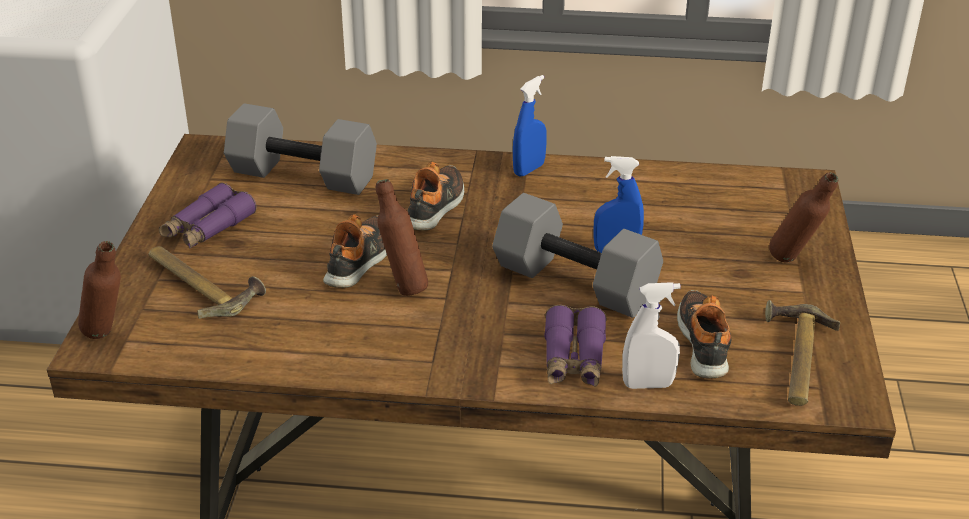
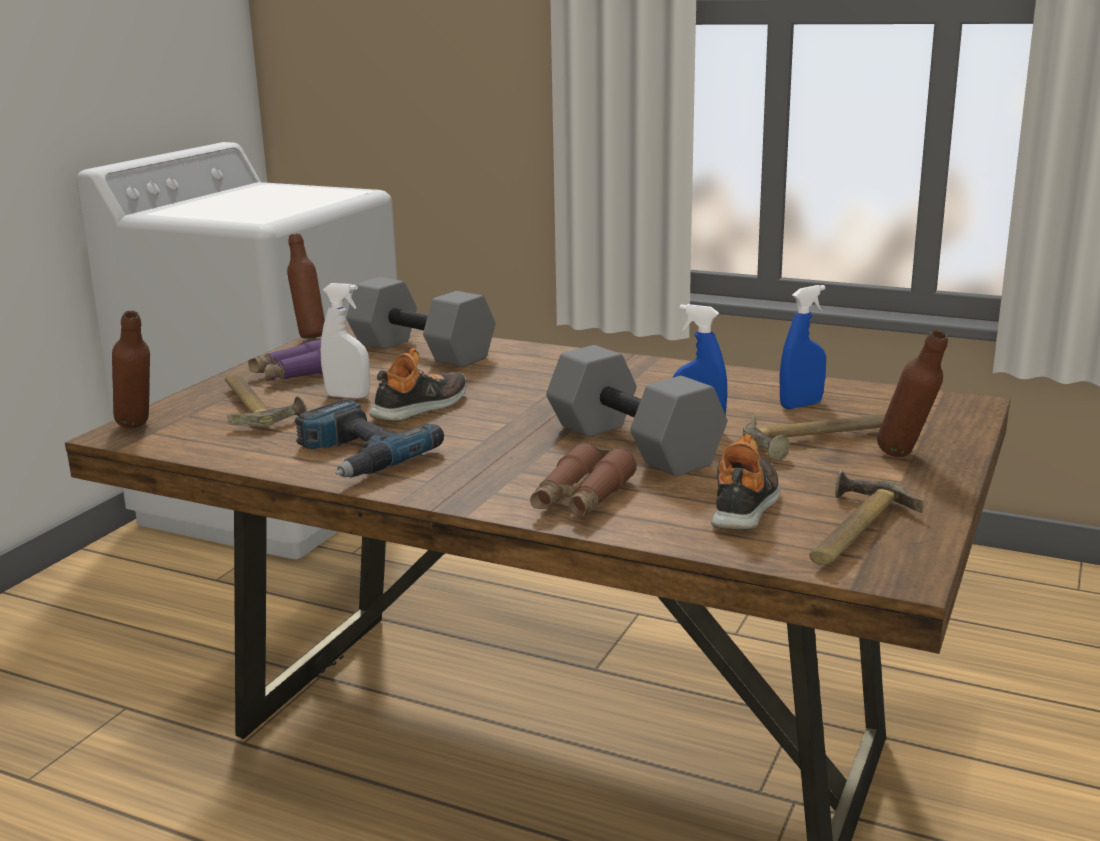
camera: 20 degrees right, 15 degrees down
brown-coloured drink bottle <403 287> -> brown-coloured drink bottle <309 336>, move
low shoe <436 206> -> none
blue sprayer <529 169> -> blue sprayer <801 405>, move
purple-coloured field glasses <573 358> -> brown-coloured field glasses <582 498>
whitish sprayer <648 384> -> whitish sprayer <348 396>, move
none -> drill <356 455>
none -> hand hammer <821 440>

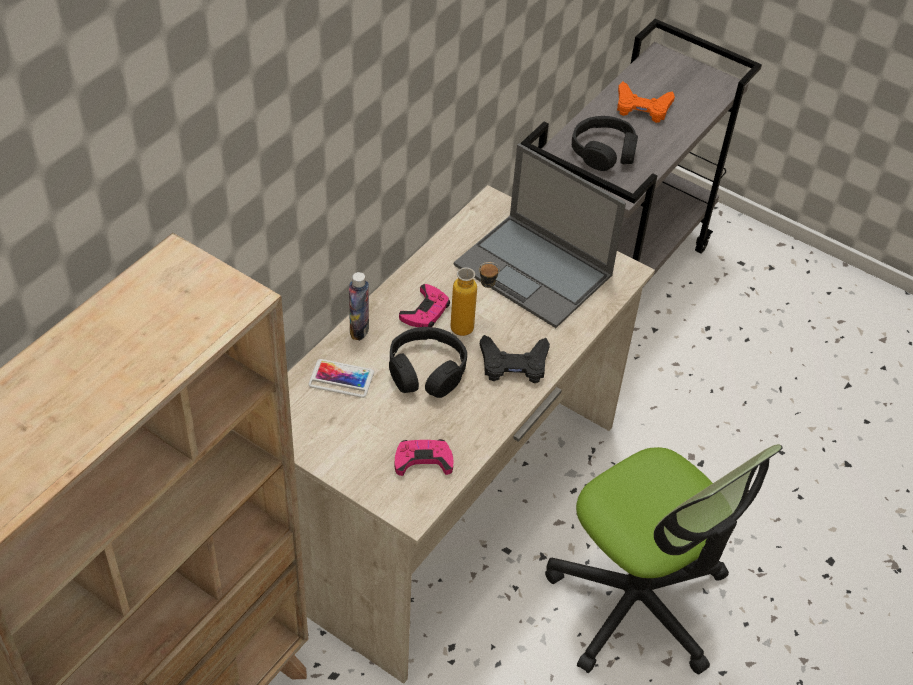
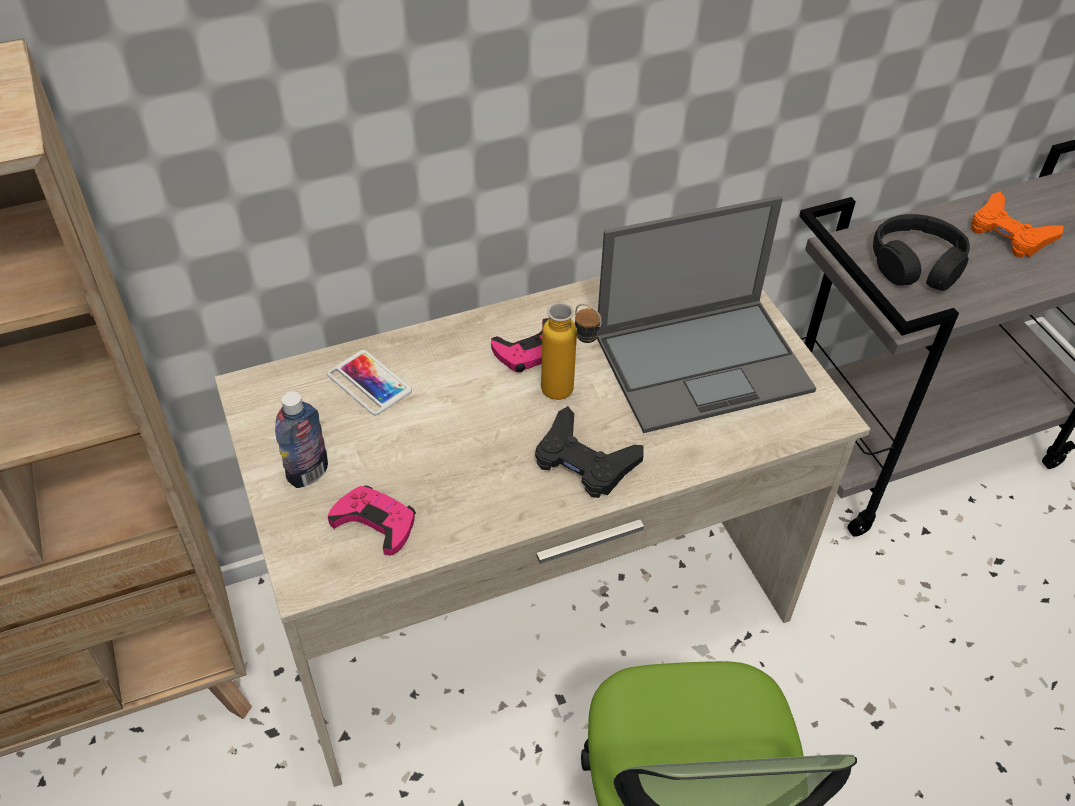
camera: 35 degrees right, 0 degrees up
drink bottle <359 330> -> drink bottle <308 473>, move
blackish pair of headphones <426 371> -> none
portable computer <535 271> -> portable computer <704 362>, 90 degrees counterclockwise

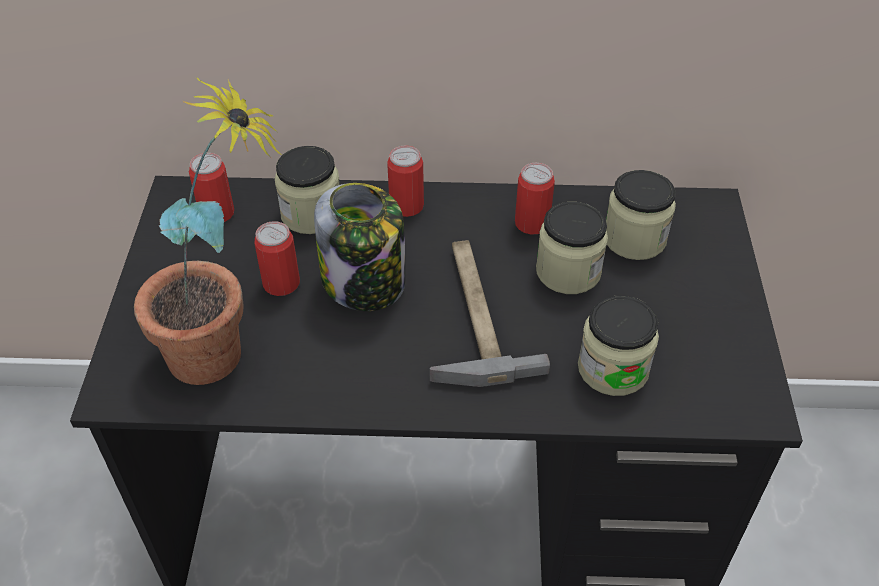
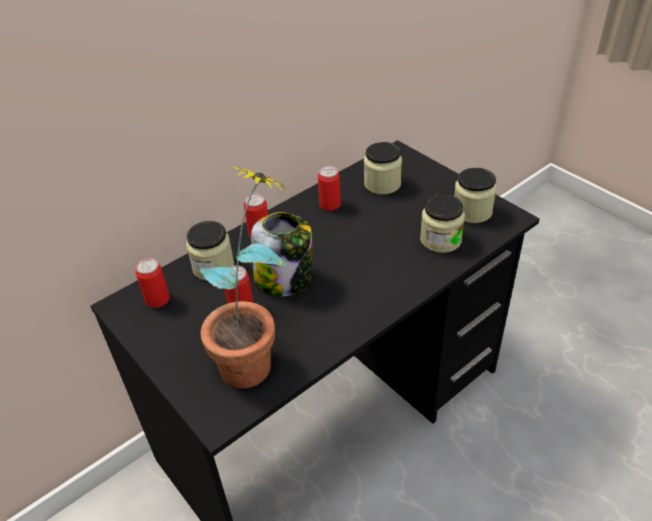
camera: 40 degrees left, 5 degrees down
hand hammer <473 314> -> none
jar <568 271> -> jar <472 211>, move

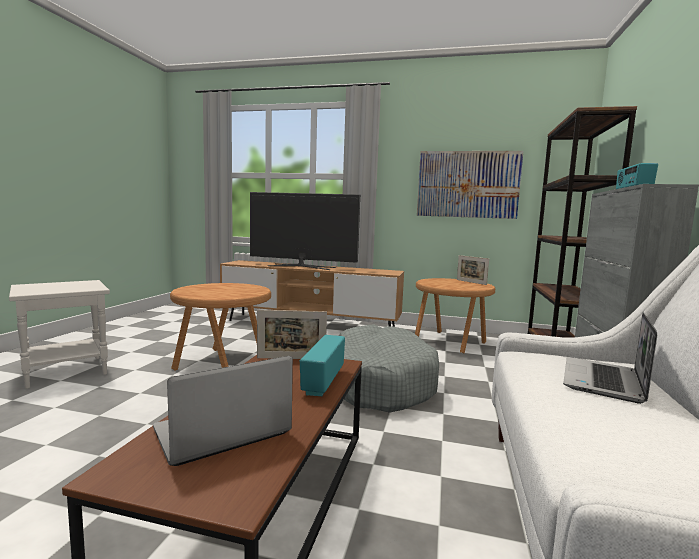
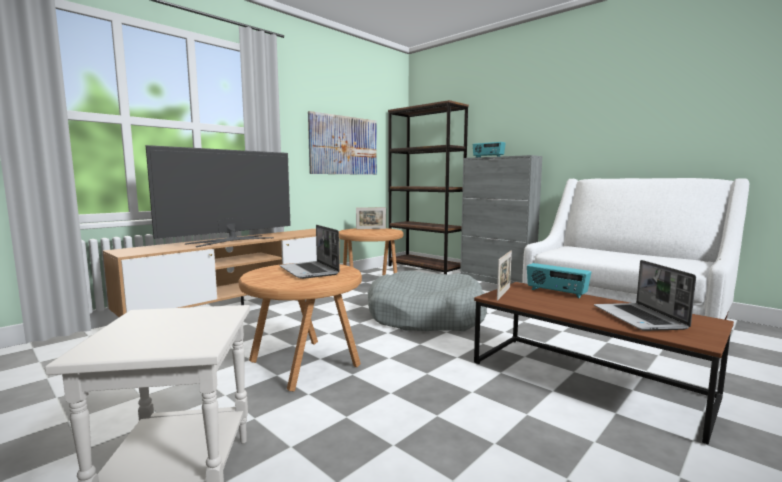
camera: 60 degrees left, 0 degrees up
portable computer <603 381> -> portable computer <310 271>, move

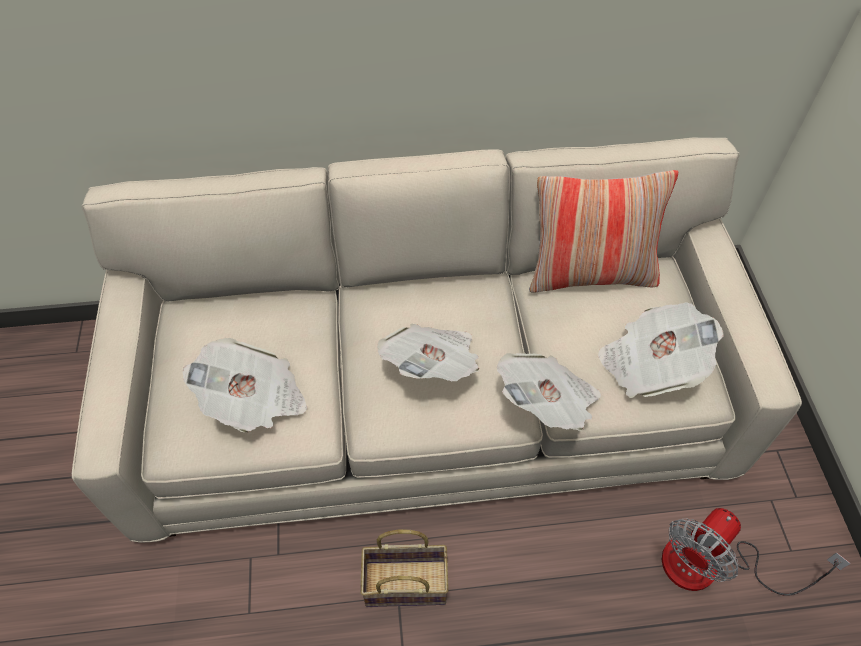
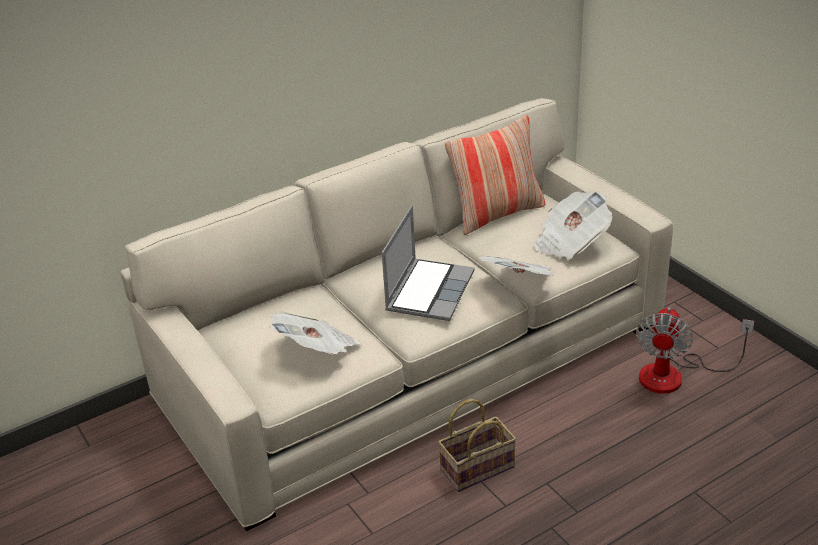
camera: 25 degrees left, 20 degrees down
newspaper <433 365> -> portable computer <429 291>

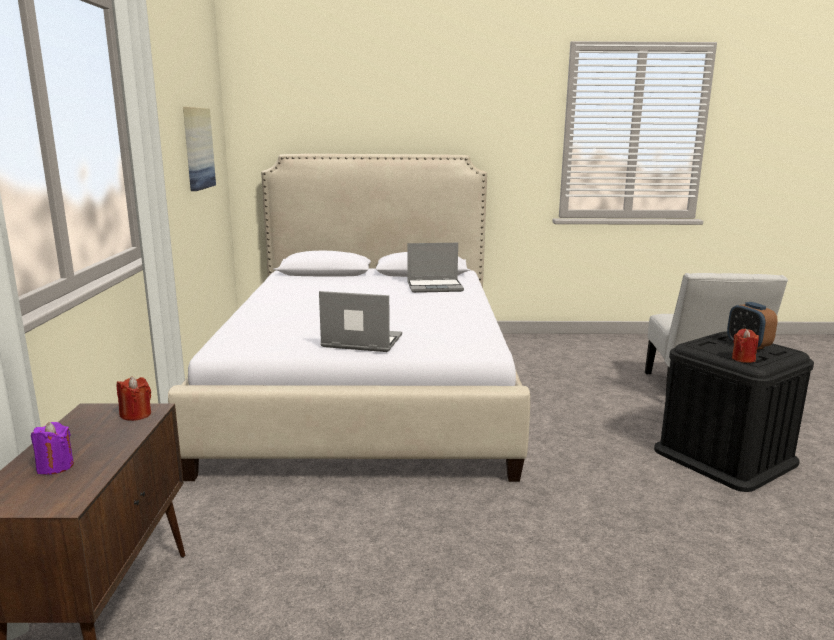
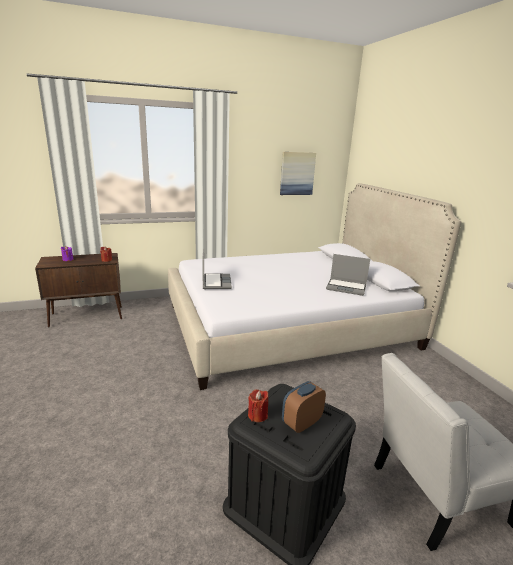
camera: 70 degrees right, 5 degrees up
portable computer <435 287> -> portable computer <346 287>, 45 degrees counterclockwise

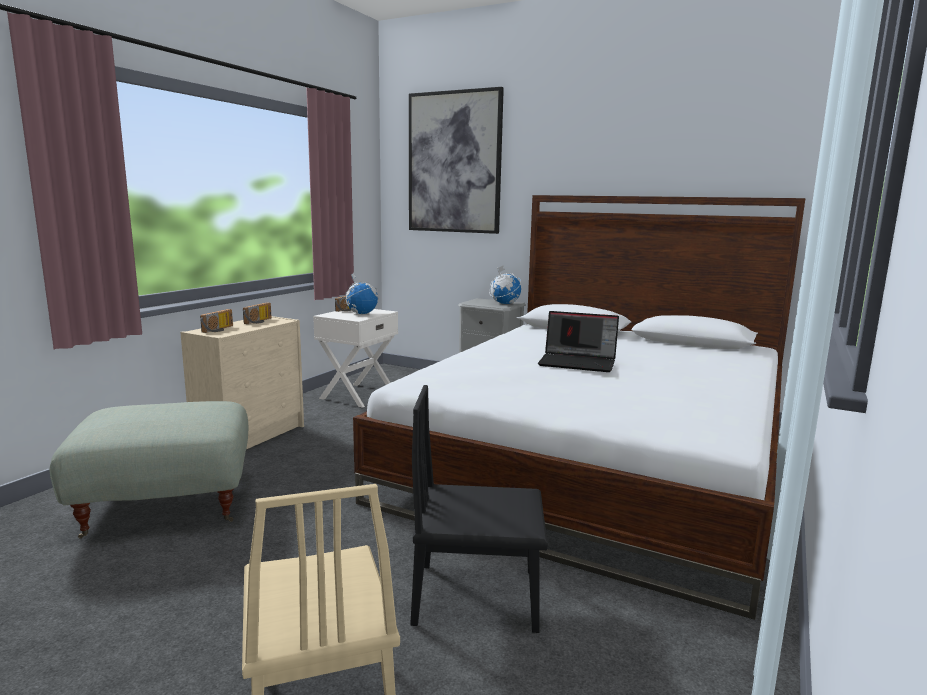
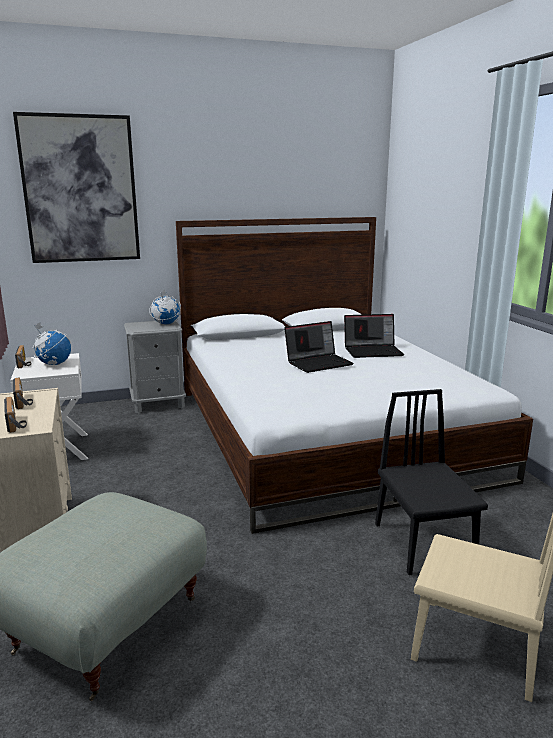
camera: 45 degrees left, 5 degrees up
blackish plain chair <477 596> -> blackish plain chair <423 543>, 120 degrees clockwise
none -> portable computer <373 351>

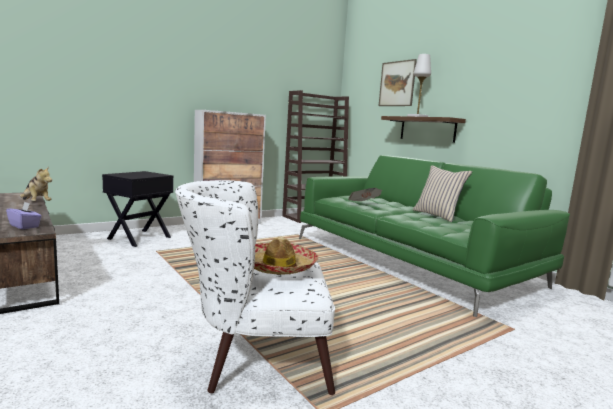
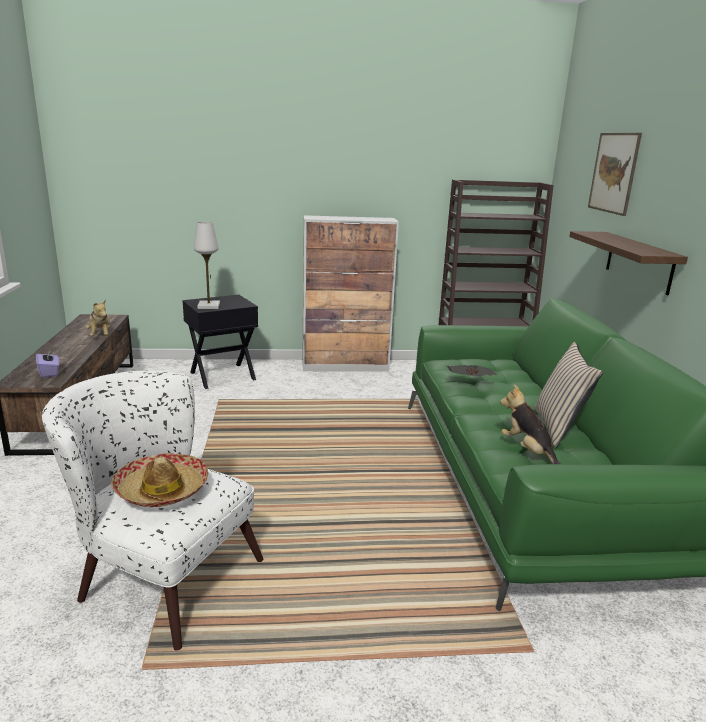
camera: 30 degrees right, 10 degrees up
whitish tabletop lamp <417 117> -> whitish tabletop lamp <209 306>, move
none -> soft toy <528 451>

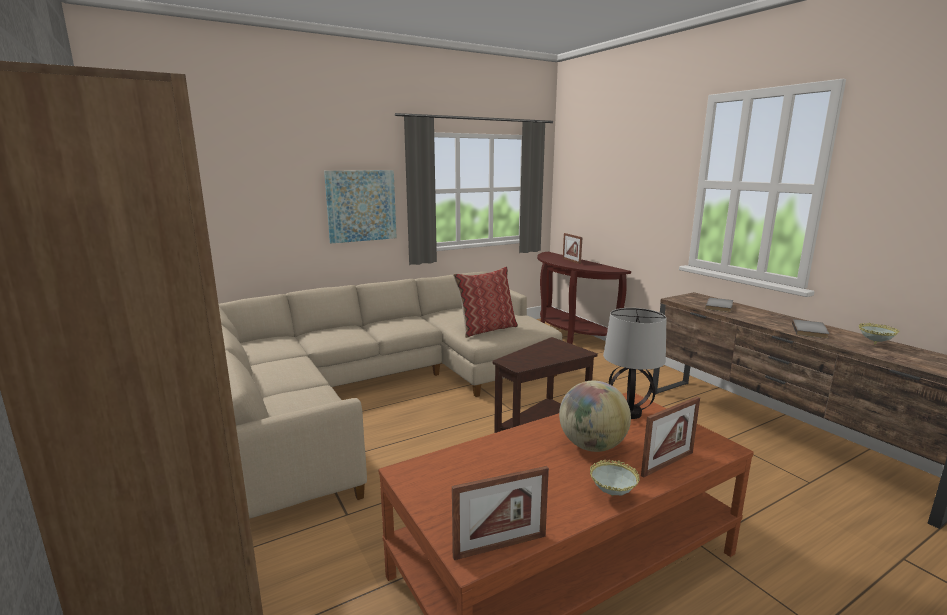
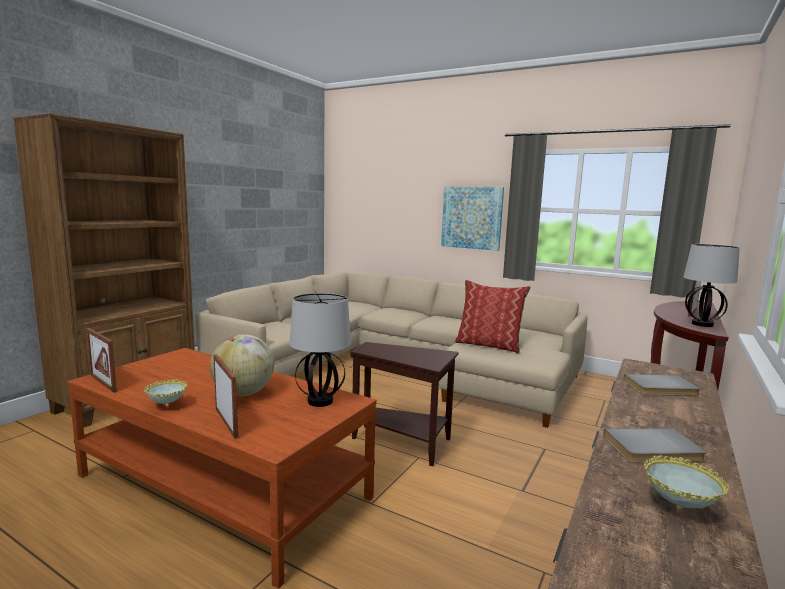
camera: 60 degrees right, 5 degrees down
photo frame <667 464> -> photo frame <226 422>, 150 degrees counterclockwise
none -> tabletop lamp <702 324>

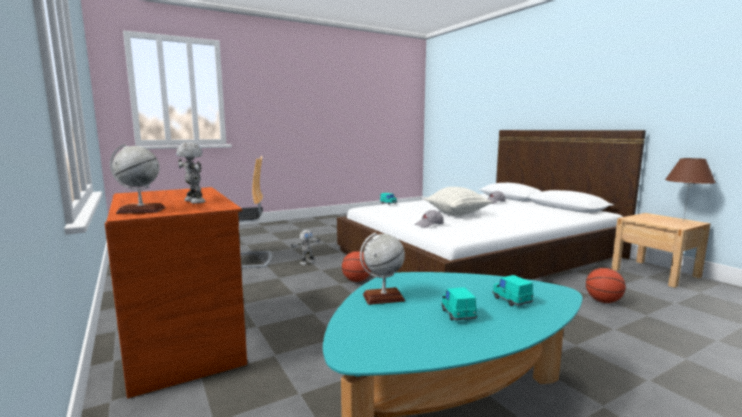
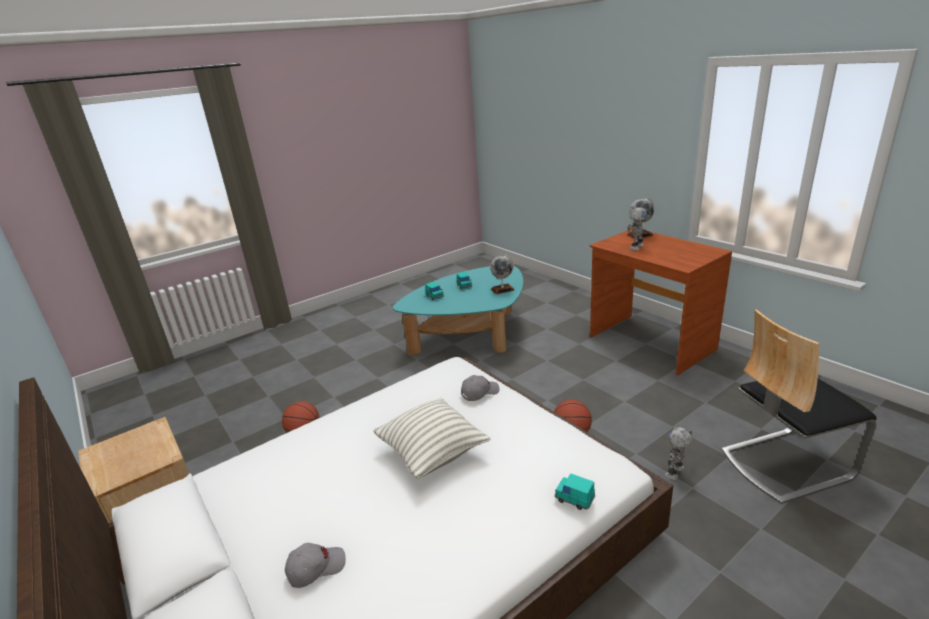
camera: 175 degrees right, 15 degrees up
robot figure <193 201> -> robot figure <636 247>, 90 degrees counterclockwise
brown-coloured tabletop lamp <683 221> -> none

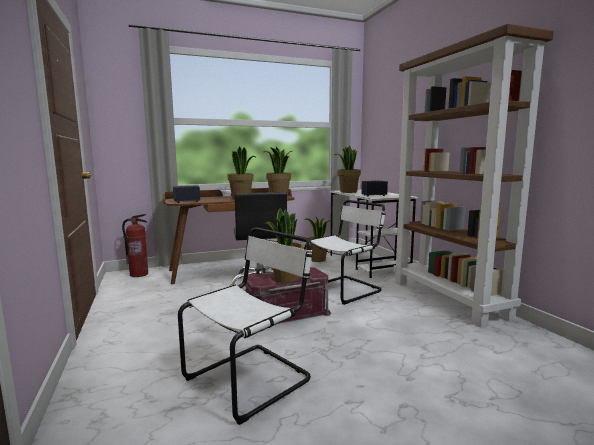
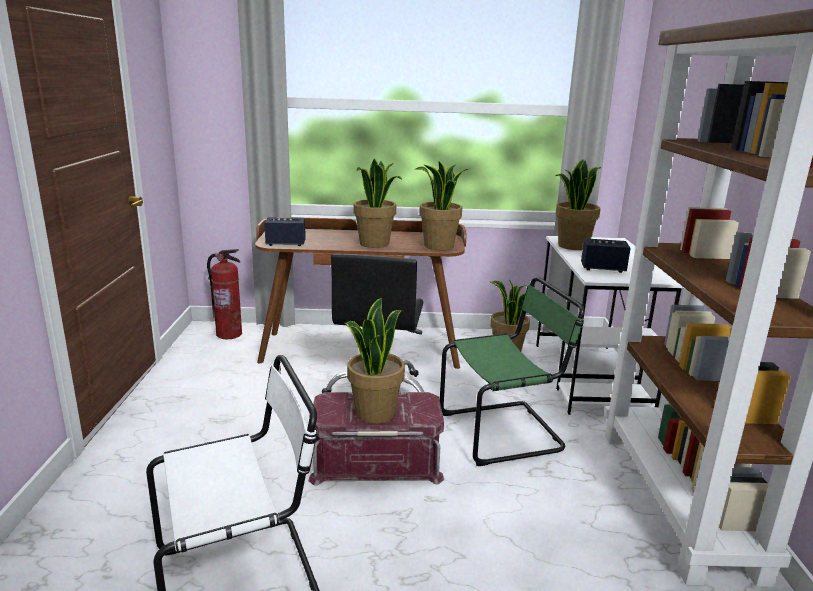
camera: 20 degrees right, 10 degrees up
whitish plain chair <345 289> -> greenish plain chair <505 431>

